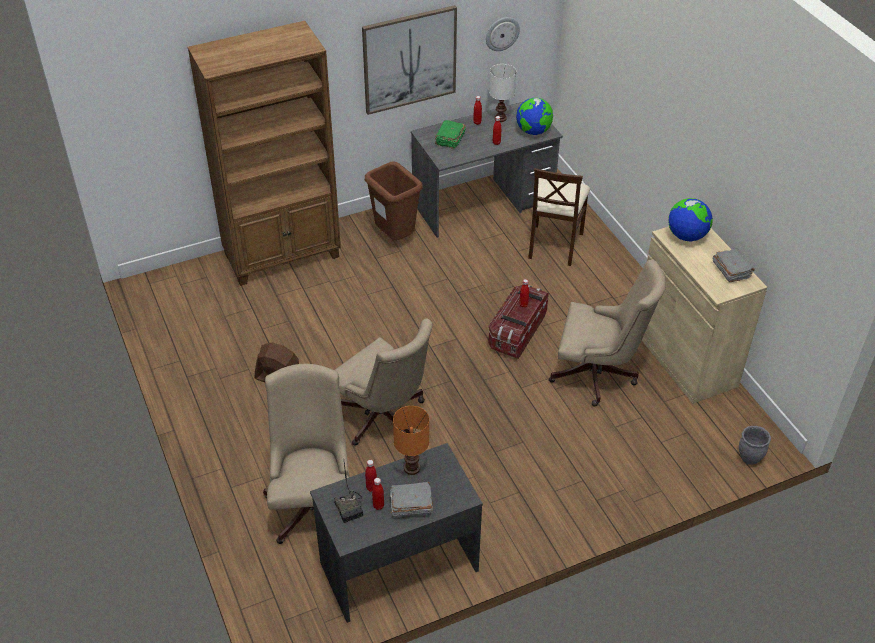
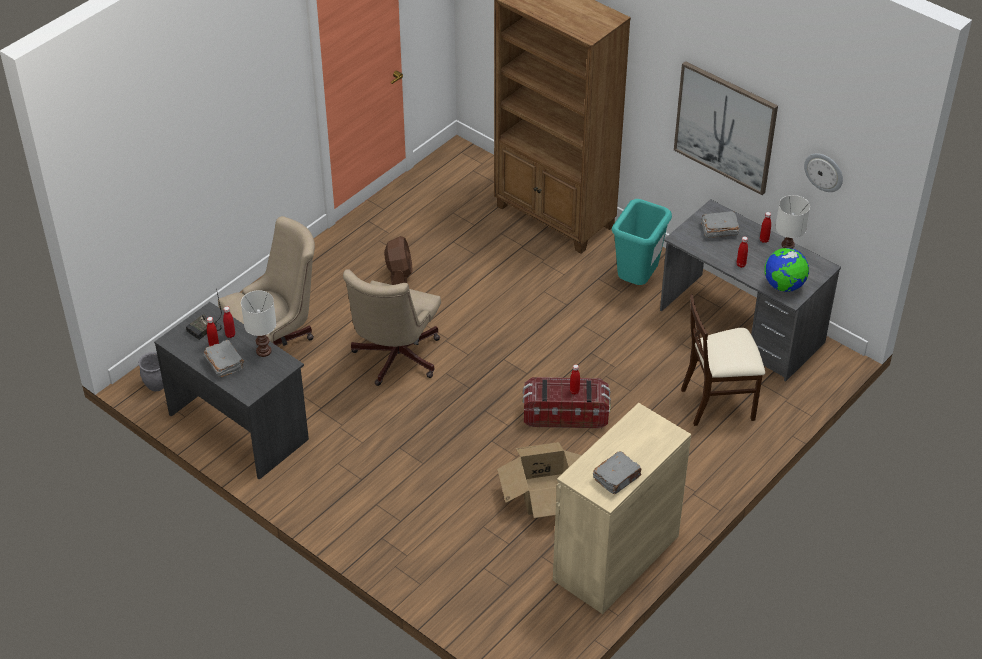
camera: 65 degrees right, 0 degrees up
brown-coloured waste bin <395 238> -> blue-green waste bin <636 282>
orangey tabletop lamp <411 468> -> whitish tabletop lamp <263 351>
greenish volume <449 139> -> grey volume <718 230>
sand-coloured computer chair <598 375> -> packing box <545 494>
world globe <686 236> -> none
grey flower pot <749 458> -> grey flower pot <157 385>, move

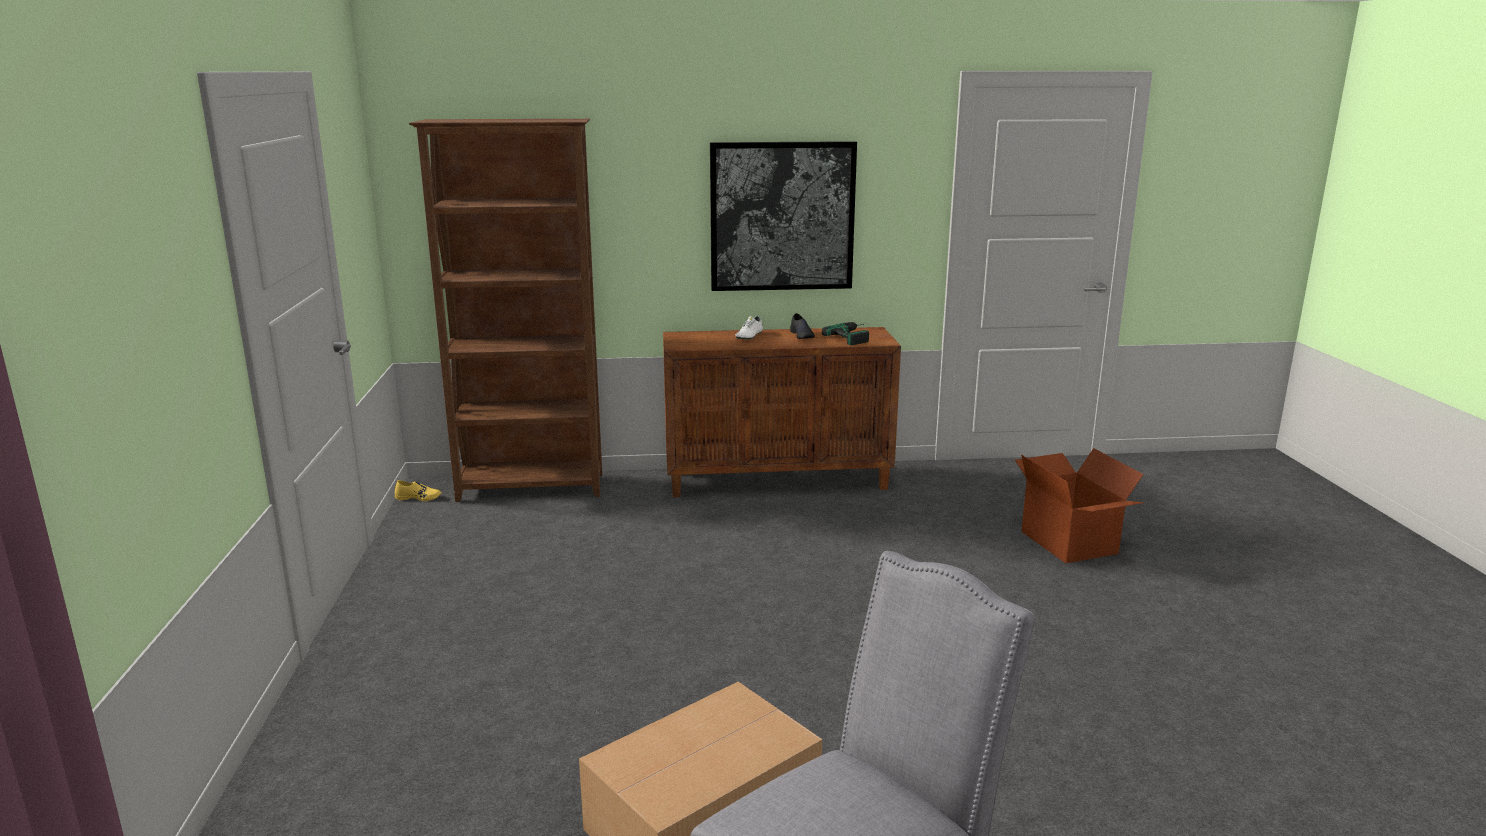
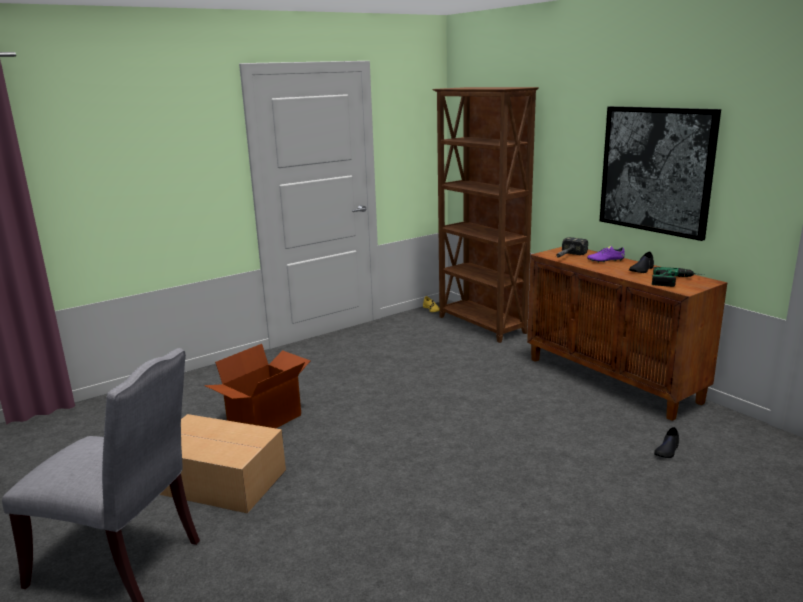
camera: 60 degrees right, 0 degrees up
whitish low shoe <749 336> -> purple-coloured low shoe <605 261>
packing box <1070 542> -> packing box <265 419>, move
none -> hand hammer <567 257>
none -> blackish low shoe <667 450>

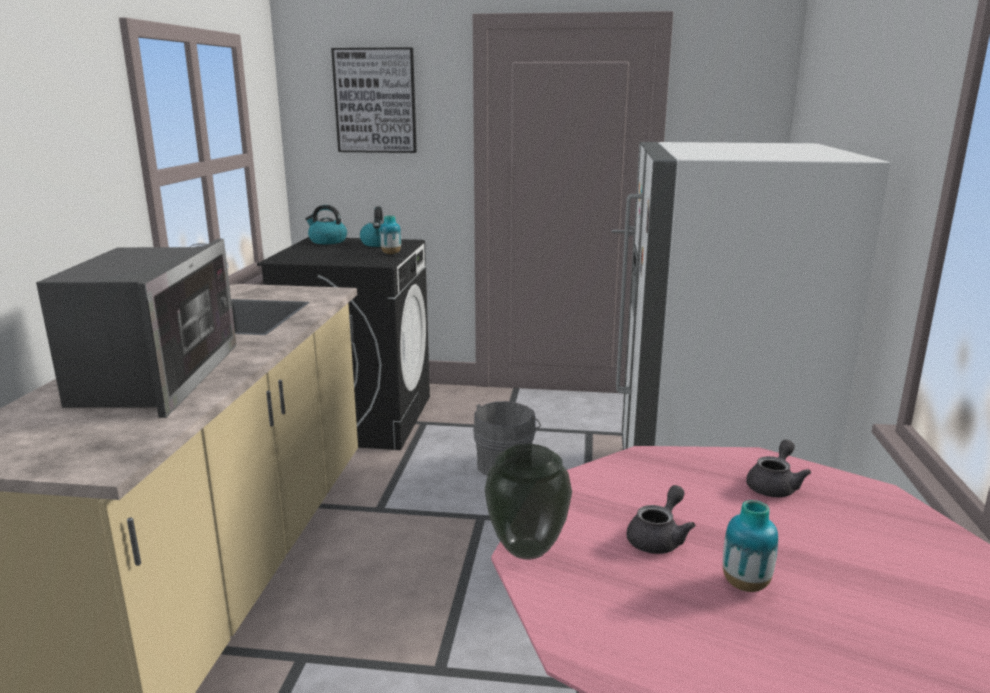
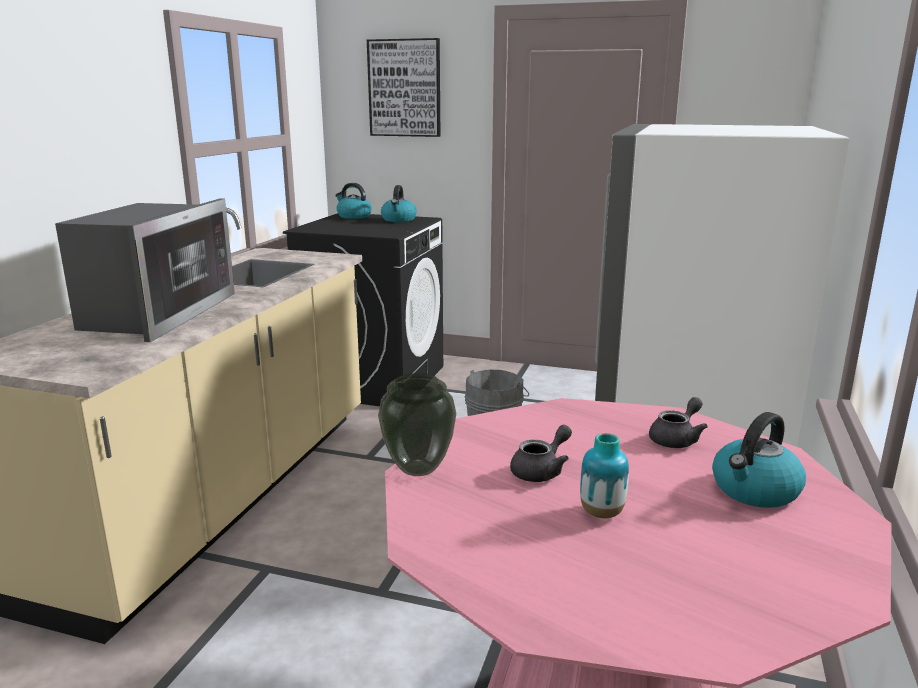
camera: 10 degrees right, 0 degrees up
decorative vase <391 254> -> none
none -> water kettle <754 491>

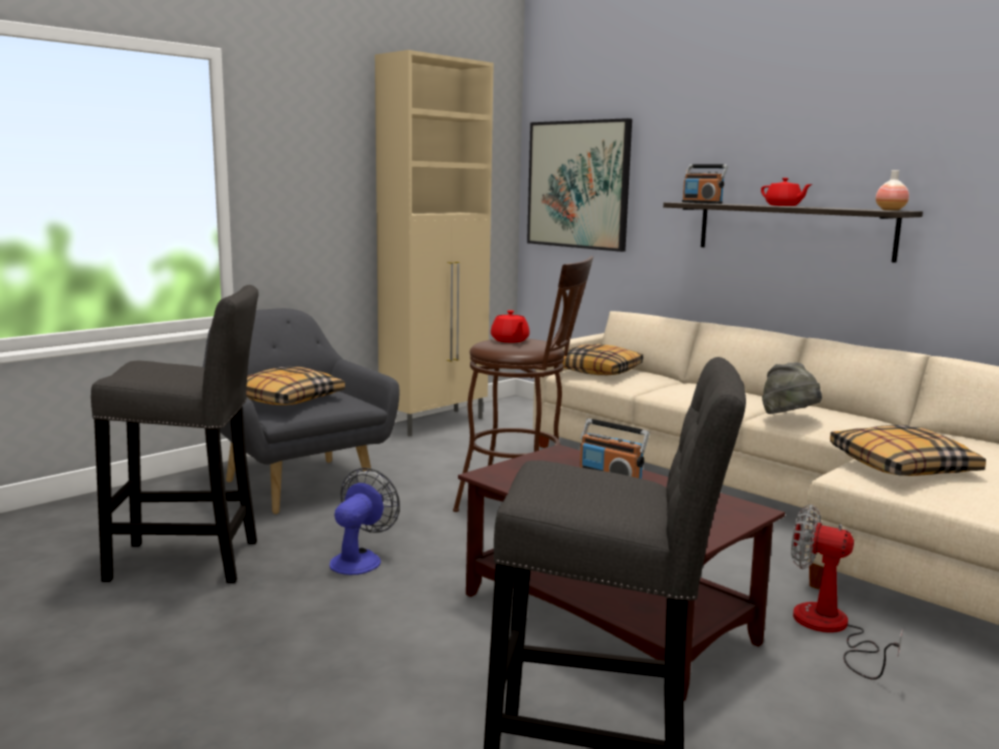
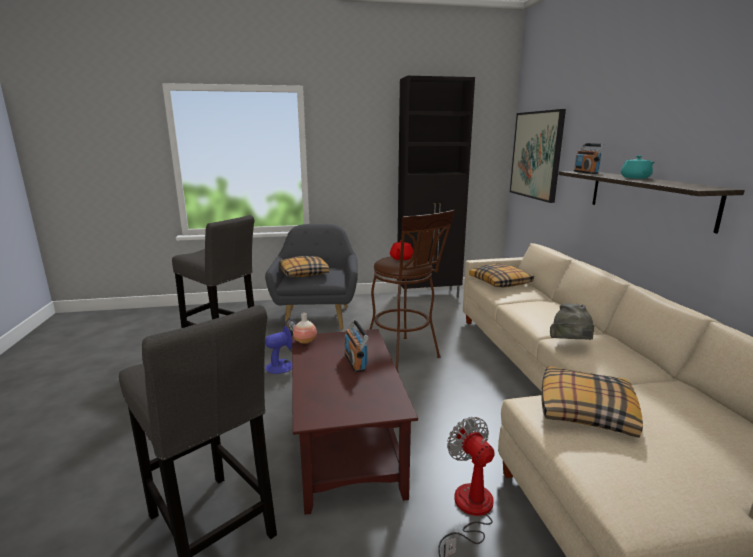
camera: 35 degrees right, 5 degrees up
sand-coloured cabinet <435 422> -> blackish cabinet <429 295>
red tea pot <783 206> -> blue-green tea pot <635 178>
decorative vase <890 210> -> decorative vase <305 341>, move

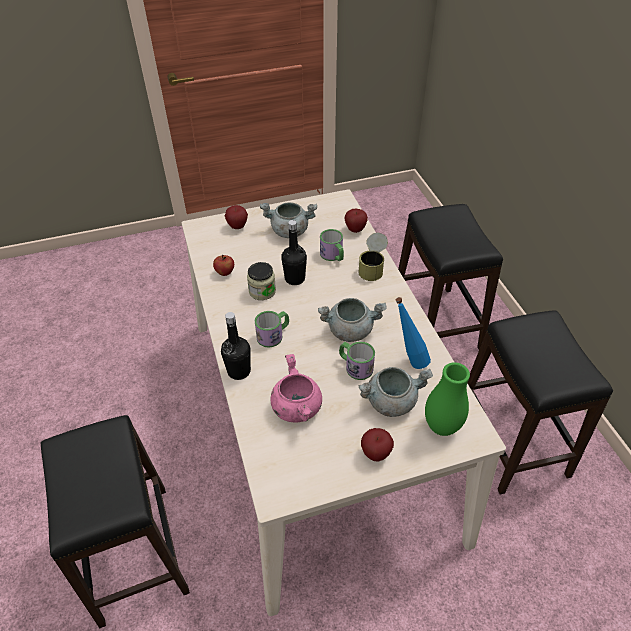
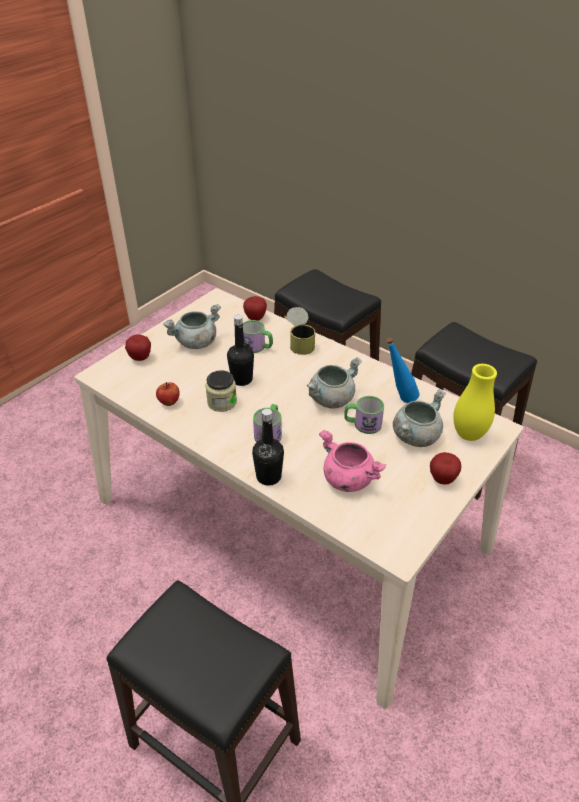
camera: 35 degrees left, 5 degrees down
greenish decorative vase <441 426> -> yellowish decorative vase <468 434>

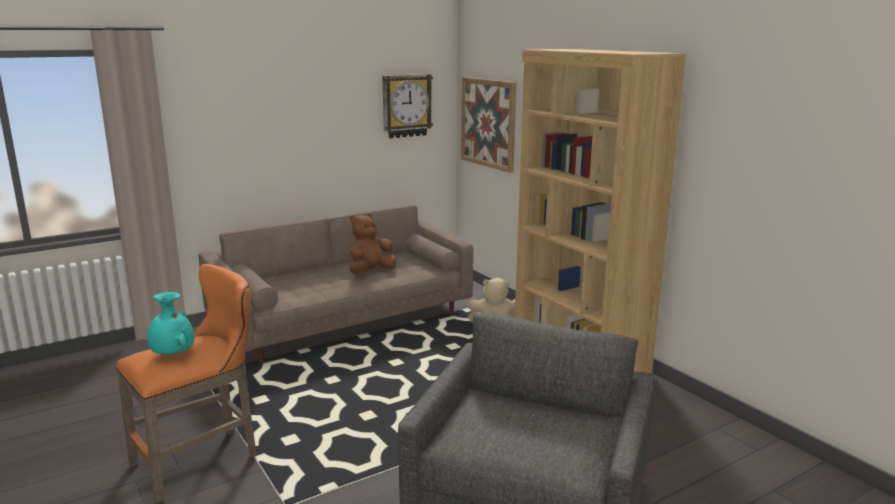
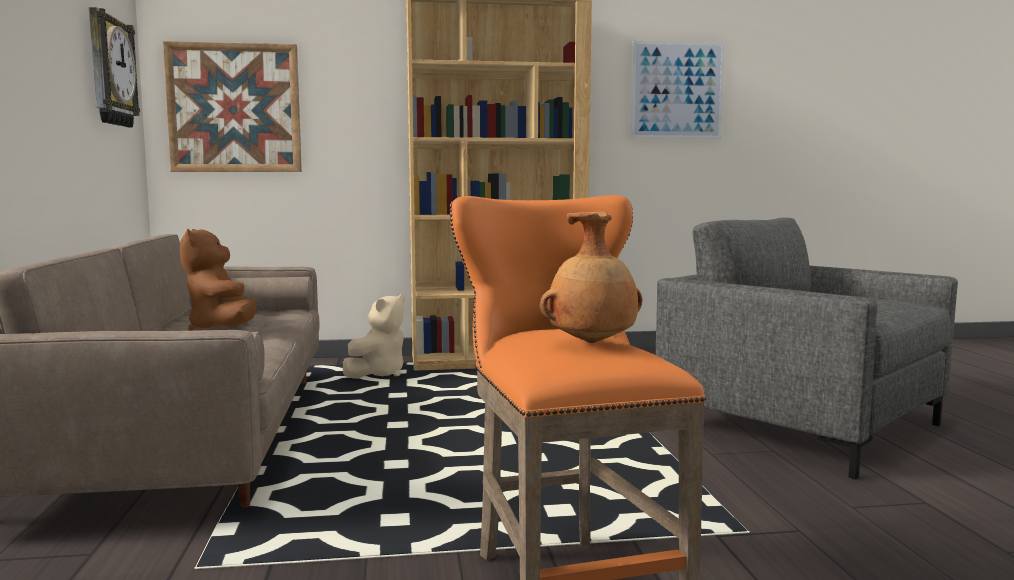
camera: 65 degrees left, 10 degrees down
blue-green decorative vase <172 354> -> brown-coloured decorative vase <593 343>
none -> wall picture <677 90>

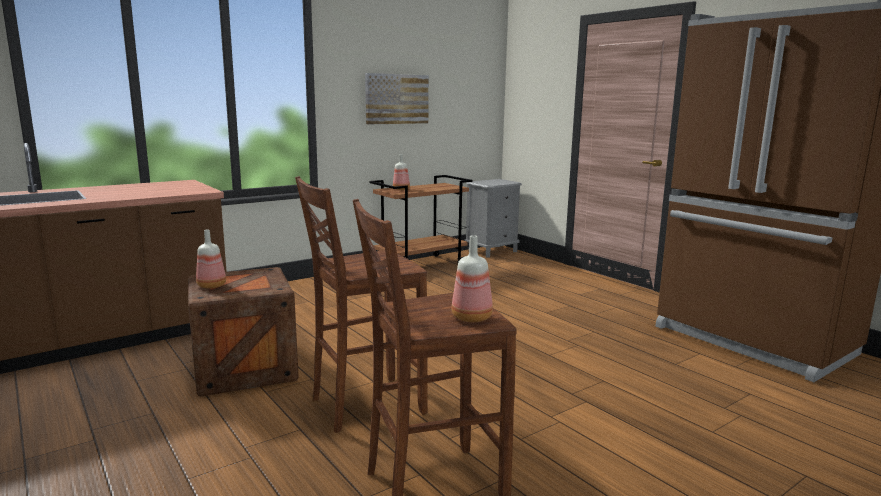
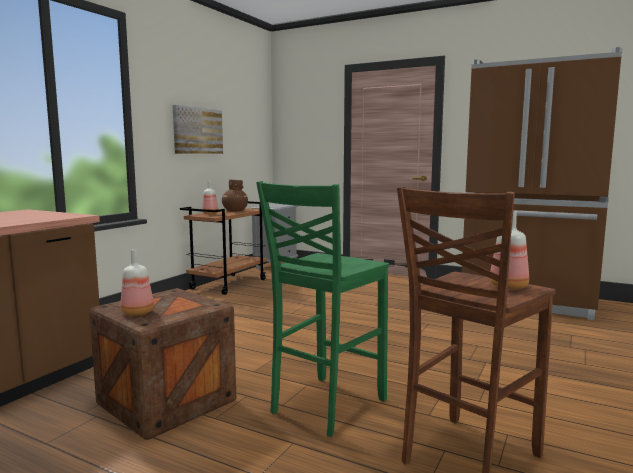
camera: 25 degrees left, 5 degrees down
brown-coloured stool <364 405> -> greenish stool <325 406>
none -> brown-coloured decorative vase <234 211>

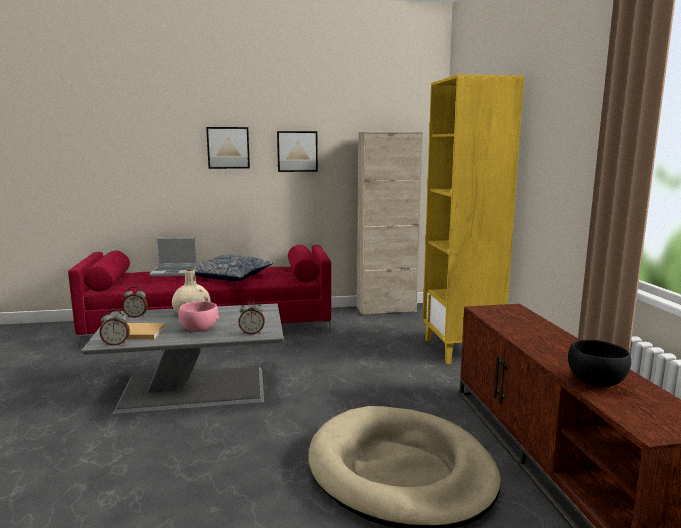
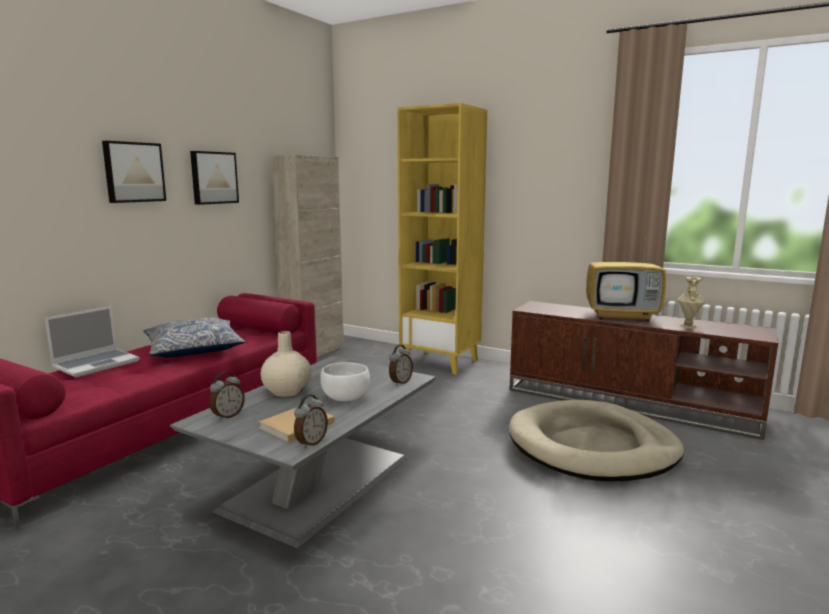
camera: 50 degrees left, 0 degrees up
pink-coloured serving bowl <199 329> -> whitish serving bowl <345 398>
blackish serving bowl <595 382> -> sand-coloured decorative vase <688 326>
none -> TV set <623 316>

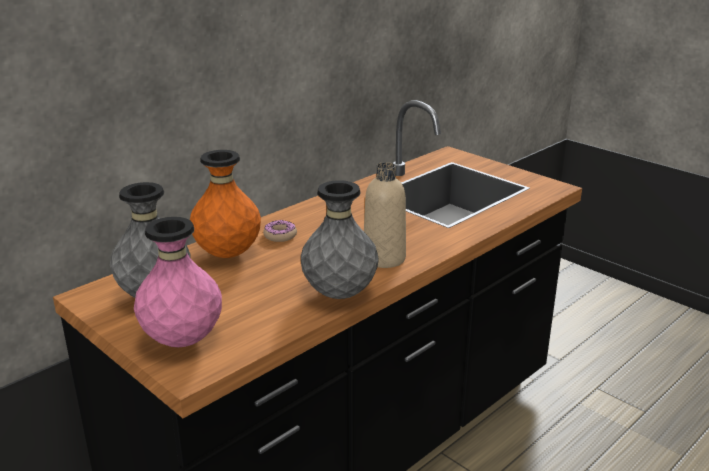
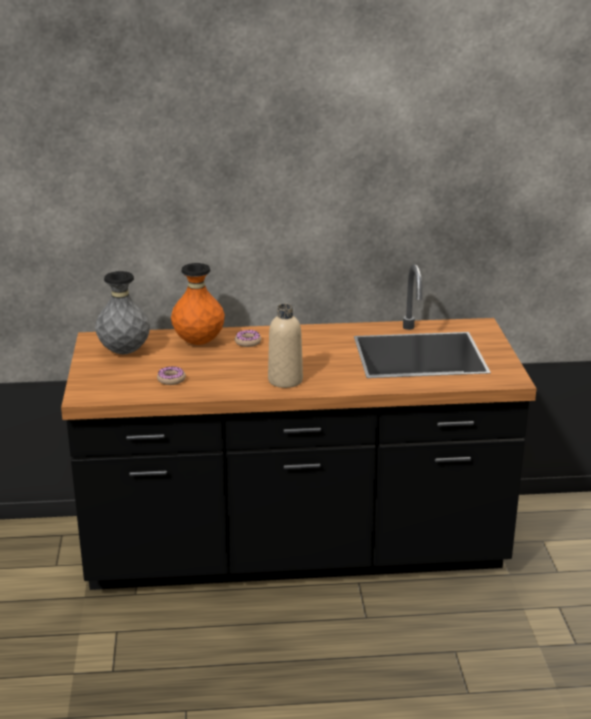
camera: 40 degrees right, 0 degrees up
pink-coloured decorative vase <183 341> -> none
grey decorative vase <340 294> -> none
none -> doughnut <171 379>

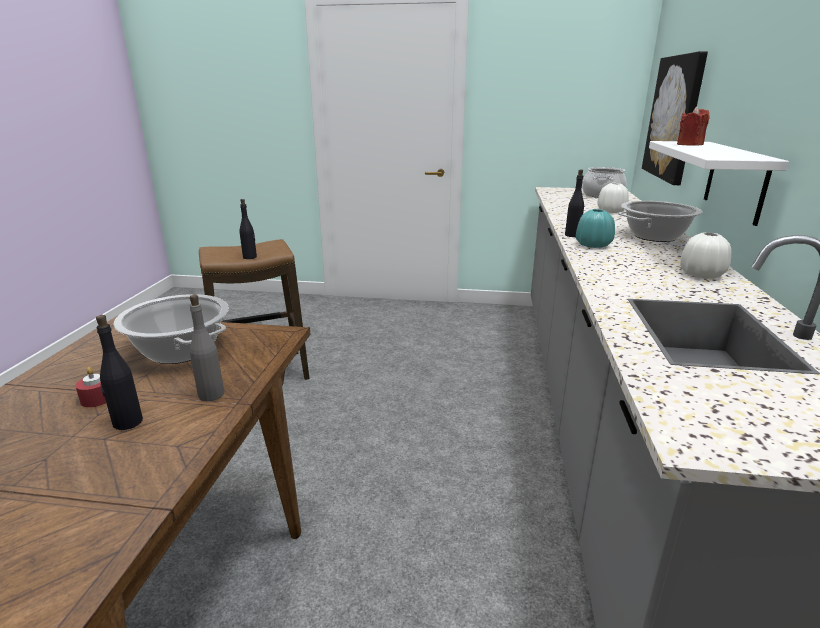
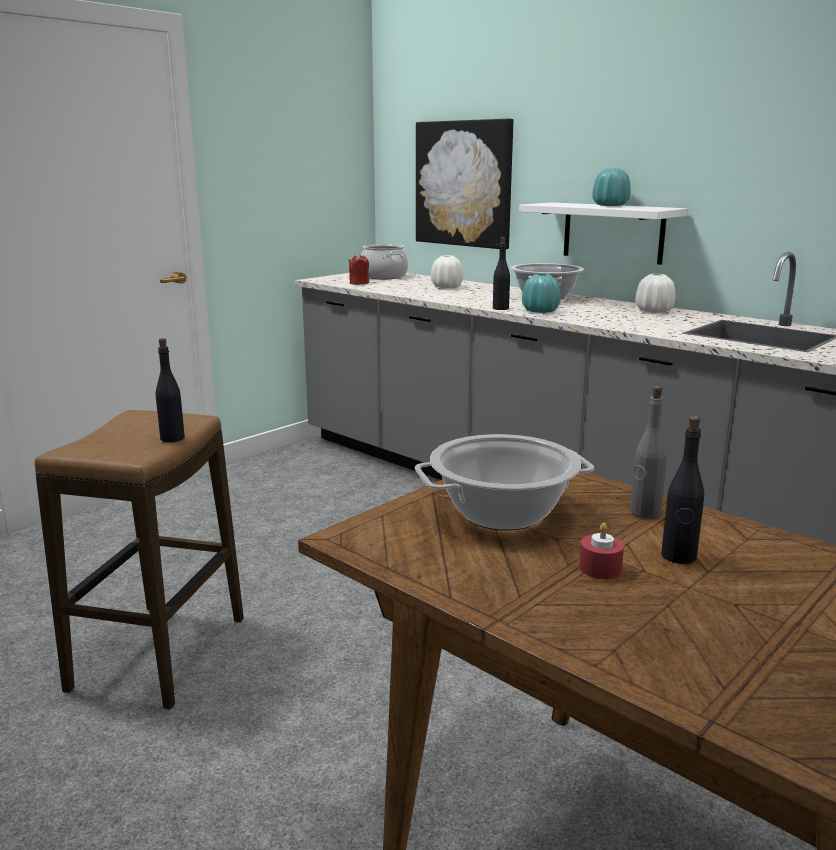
camera: 55 degrees left, 5 degrees down
red wax light <689 144> -> red wax light <359 283>, move
none -> blue-green decorative vase <610 205>

